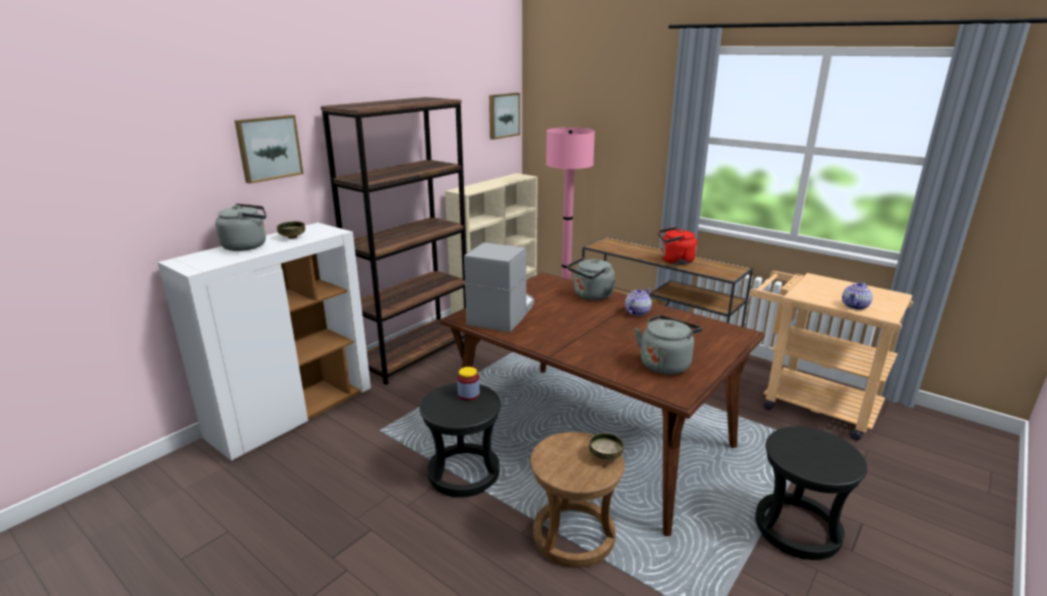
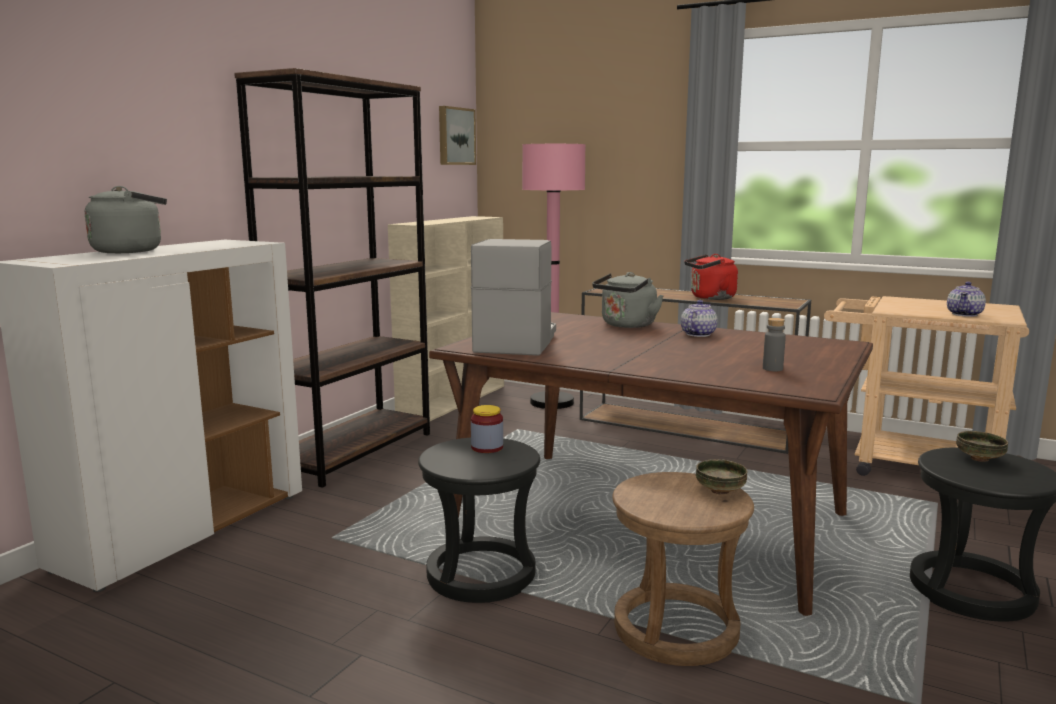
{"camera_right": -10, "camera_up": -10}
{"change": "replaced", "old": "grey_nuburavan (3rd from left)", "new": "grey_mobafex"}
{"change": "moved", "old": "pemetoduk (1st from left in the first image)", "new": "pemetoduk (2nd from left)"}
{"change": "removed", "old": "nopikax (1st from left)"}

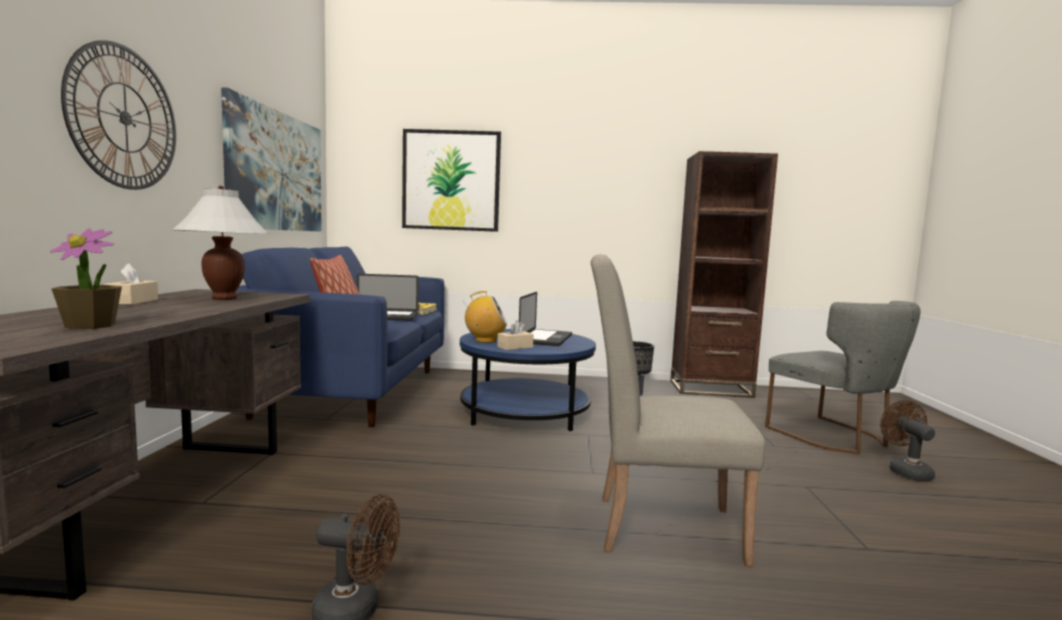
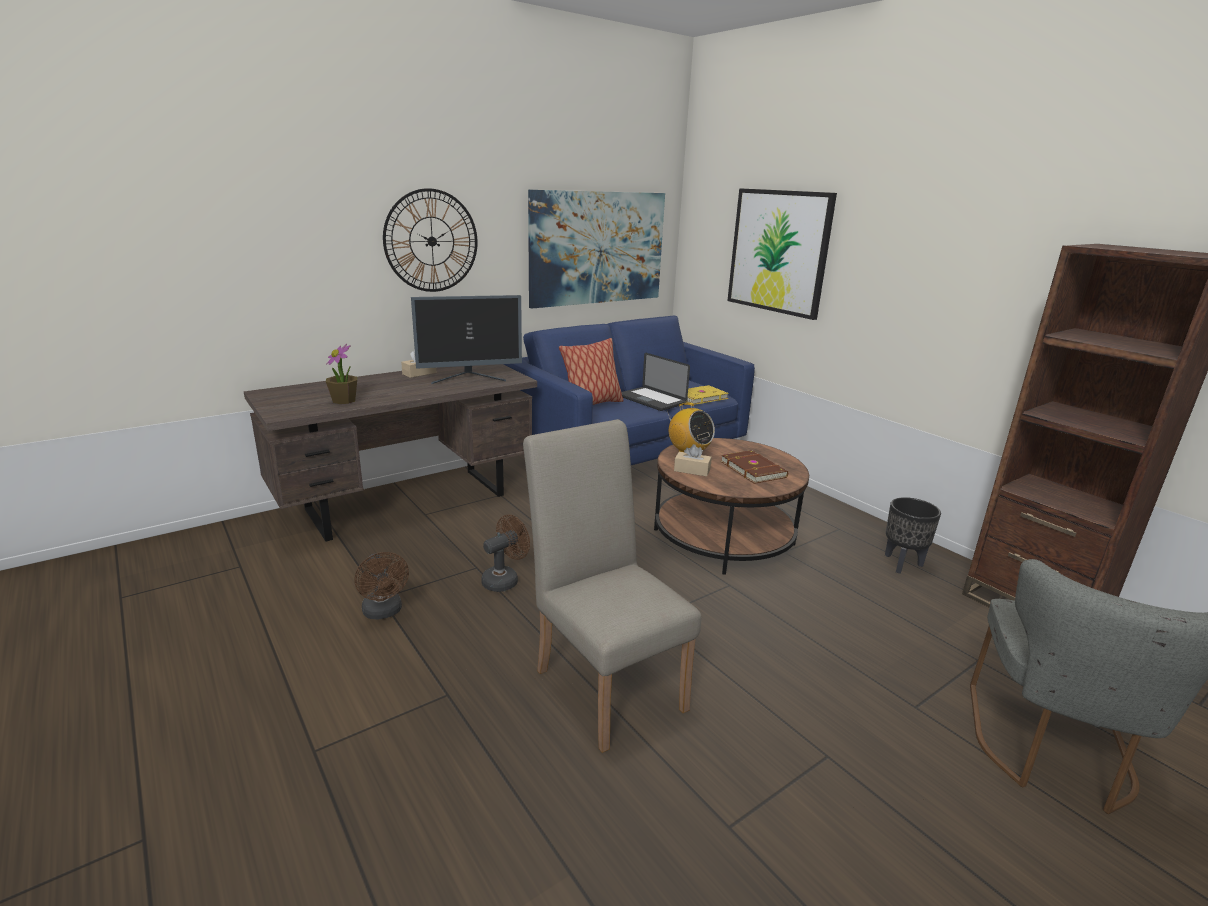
{"camera_right": 50, "camera_up": 15}
{"change": "replaced", "old": "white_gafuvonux", "new": "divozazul"}
{"change": "moved", "old": "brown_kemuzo (2nd from left)"}
{"change": "recoloured", "old": "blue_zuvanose", "new": "brown_zuvanose"}
{"change": "replaced", "old": "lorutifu (2nd from left)", "new": "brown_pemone"}

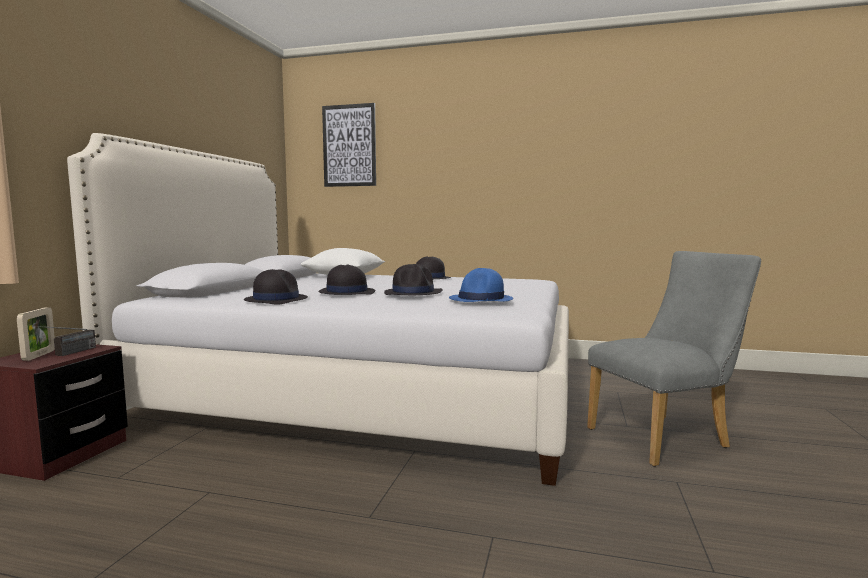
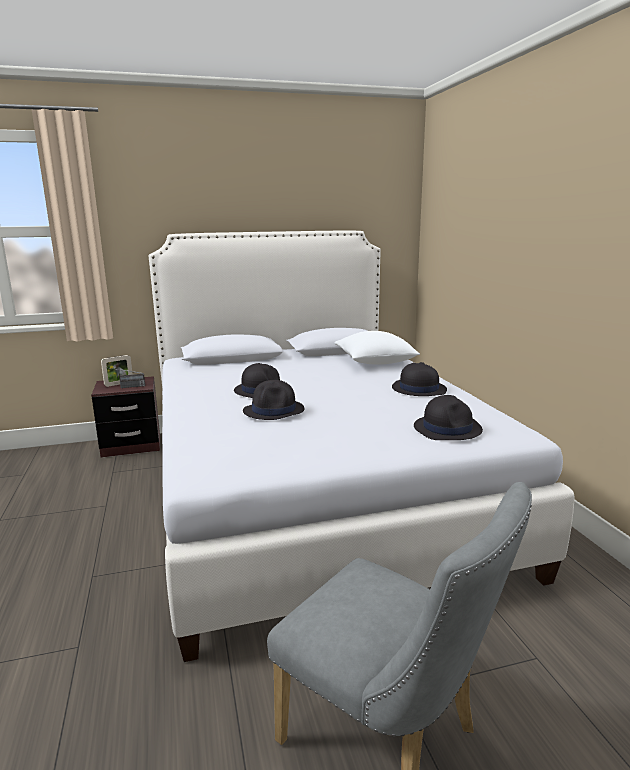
{"camera_right": 60, "camera_up": 10}
{"change": "moved", "old": "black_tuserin (1st from left in the first image)", "new": "black_tuserin (4th from left)"}
{"change": "removed", "old": "nopikax"}
{"change": "removed", "old": "blue_tuserin"}

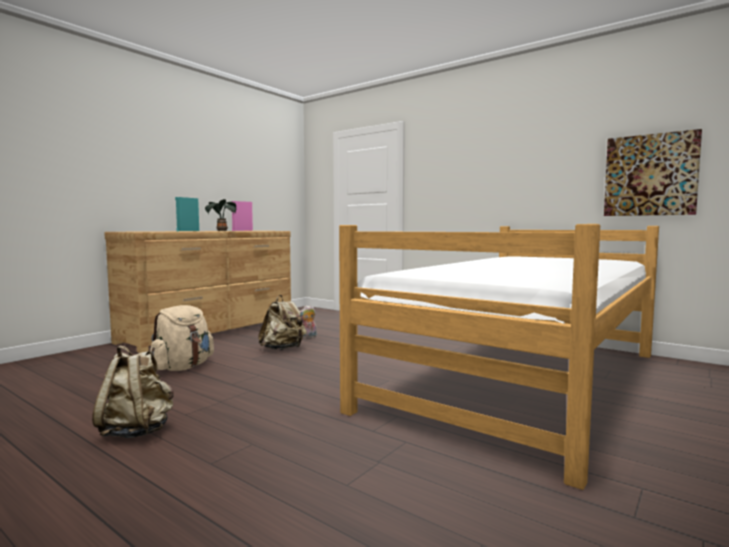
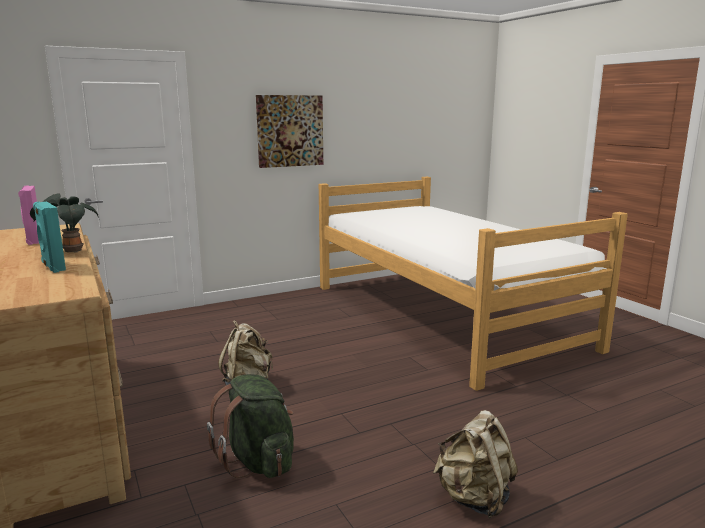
{"camera_right": -65, "camera_up": 10}
{"change": "recoloured", "old": "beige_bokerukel (2nd from left)", "new": "green_bokerukel"}
{"change": "moved", "old": "nopikax"}
{"change": "removed", "old": "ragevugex"}

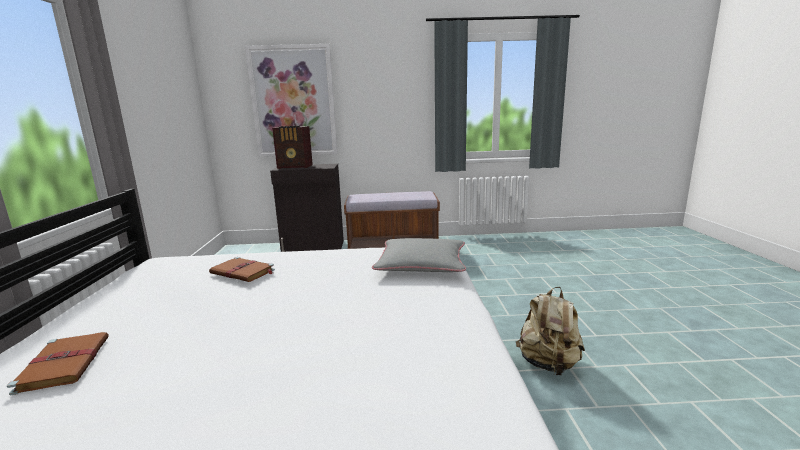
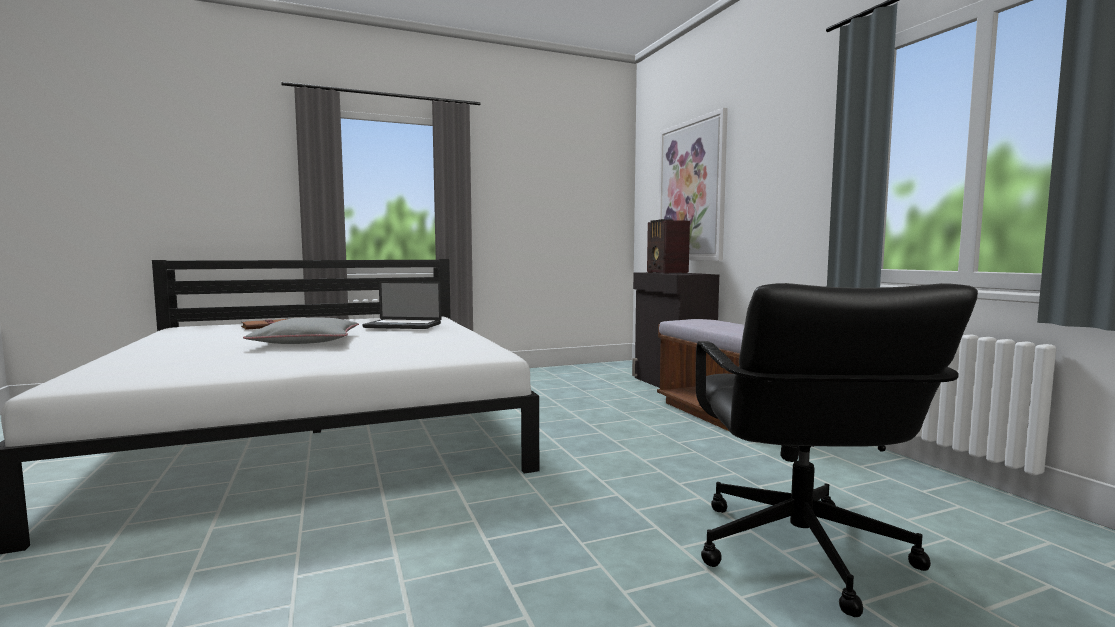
{"camera_right": 70, "camera_up": -10}
{"change": "moved", "old": "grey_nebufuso"}
{"change": "replaced", "old": "brown_pemone (2nd from left)", "new": "lorutifu"}
{"change": "added", "new": "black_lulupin"}
{"change": "removed", "old": "beige_bokerukel"}

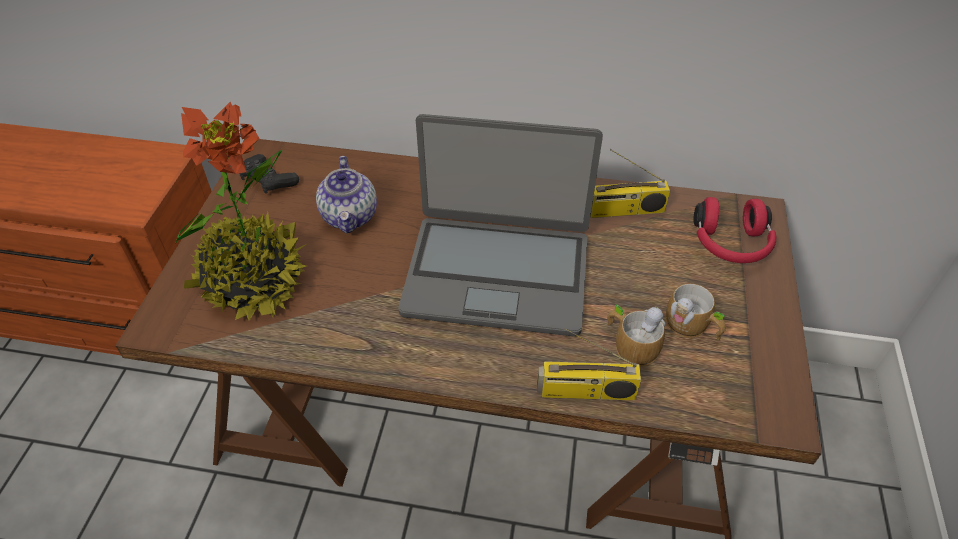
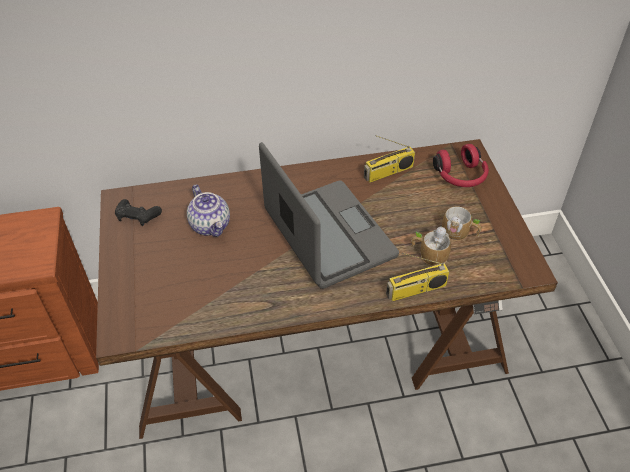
{"camera_right": -20, "camera_up": 0}
{"change": "turned", "old": "lorutifu", "degrees": -105}
{"change": "removed", "old": "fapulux"}

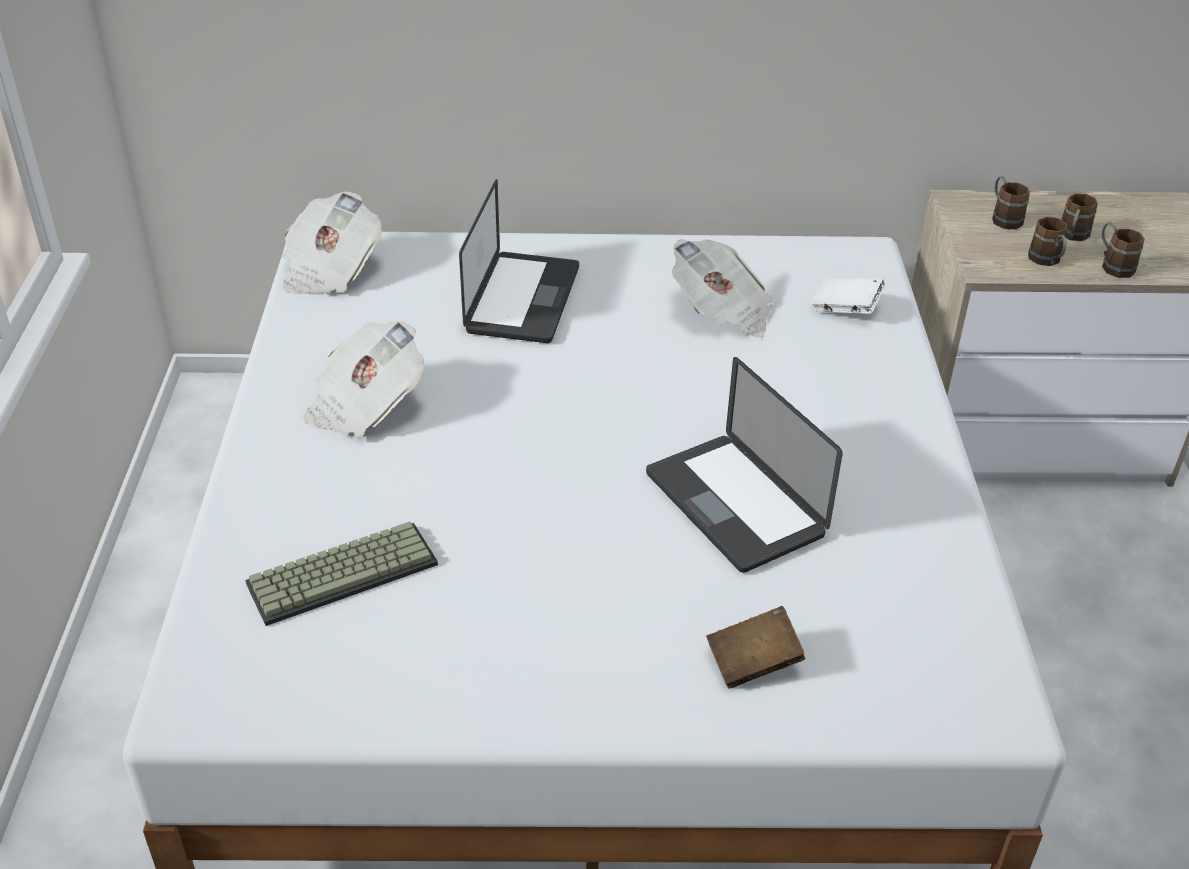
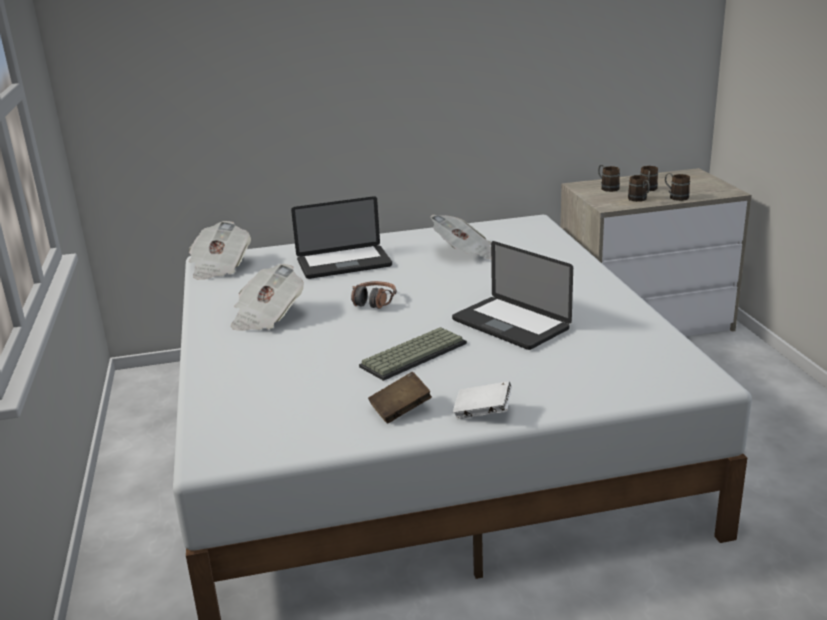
{"camera_right": -10, "camera_up": -15}
{"change": "turned", "old": "lorutifu (1st from left)", "degrees": 75}
{"change": "added", "new": "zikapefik"}
{"change": "moved", "old": "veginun"}
{"change": "moved", "old": "brown_pemone"}
{"change": "moved", "old": "white_pemone"}

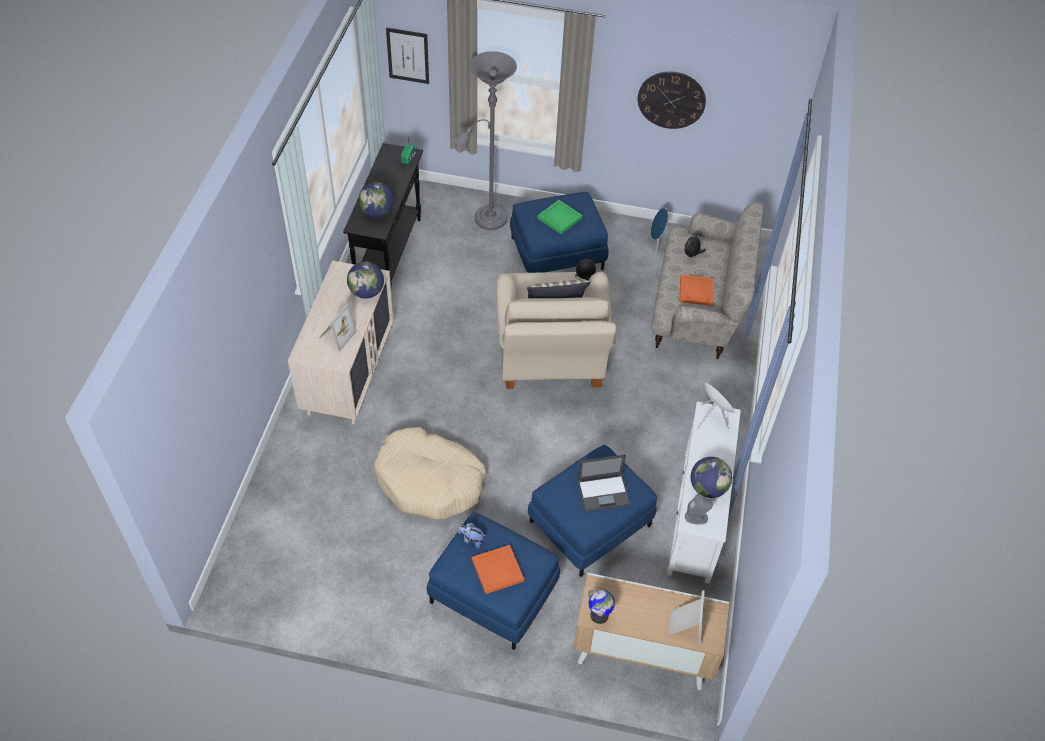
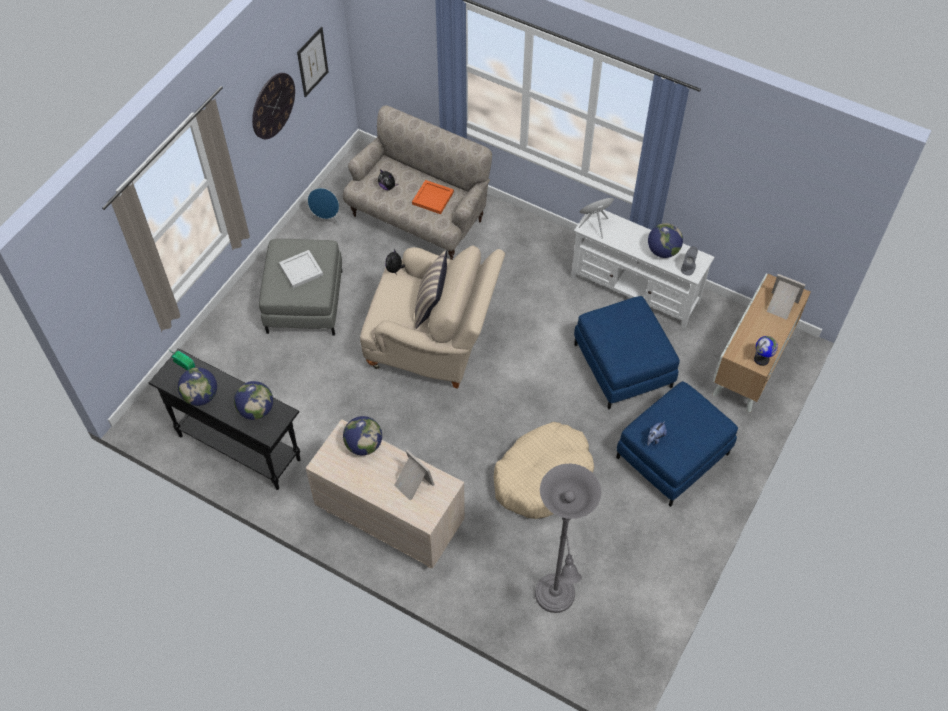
{"camera_right": -70, "camera_up": 5}
{"change": "added", "new": "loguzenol (1st from left)"}
{"change": "recoloured", "old": "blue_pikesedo (2nd from left)", "new": "grey_pikesedo"}
{"change": "recoloured", "old": "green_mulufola", "new": "white_mulufola"}
{"change": "moved", "old": "nopikax"}
{"change": "moved", "old": "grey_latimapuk"}
{"change": "removed", "old": "orange_mulufola (1st from left)"}
{"change": "removed", "old": "lorutifu"}

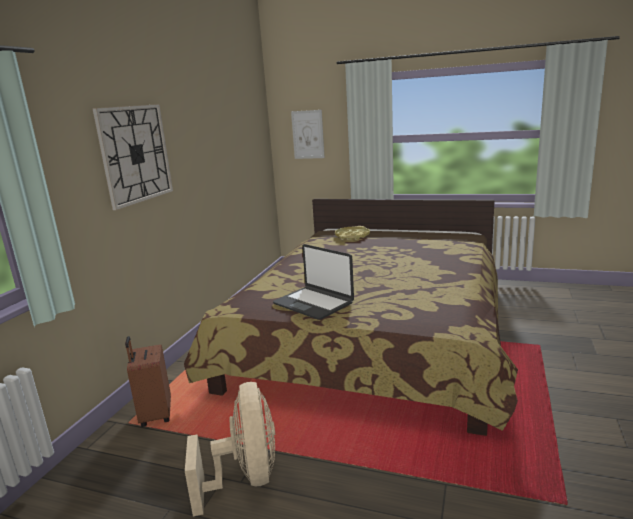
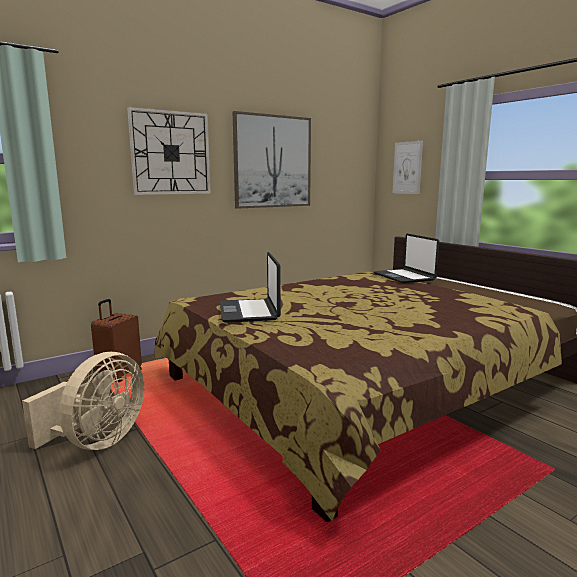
{"camera_right": 35, "camera_up": -5}
{"change": "added", "new": "nopikax (1st from left)"}
{"change": "replaced", "old": "yellow_mulufola", "new": "lorutifu (2nd from left)"}

